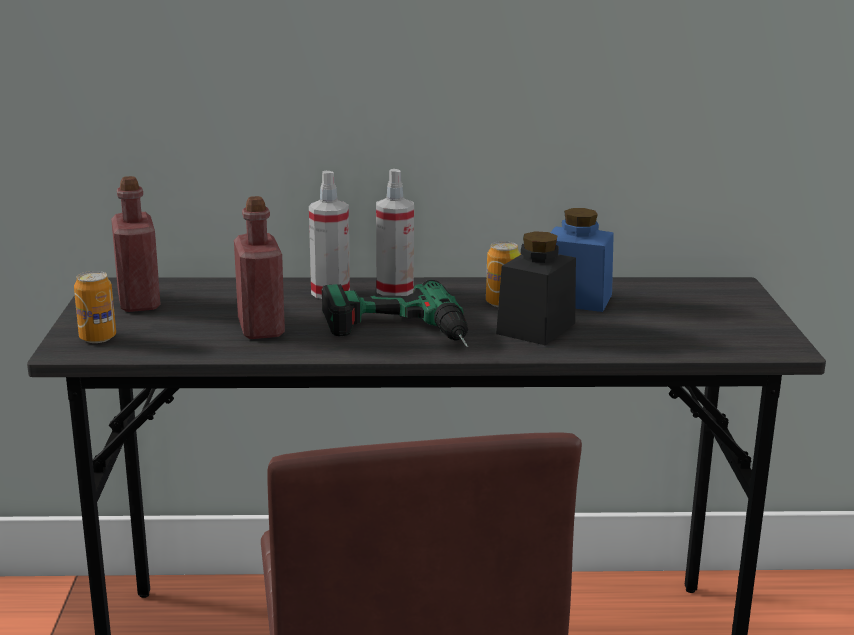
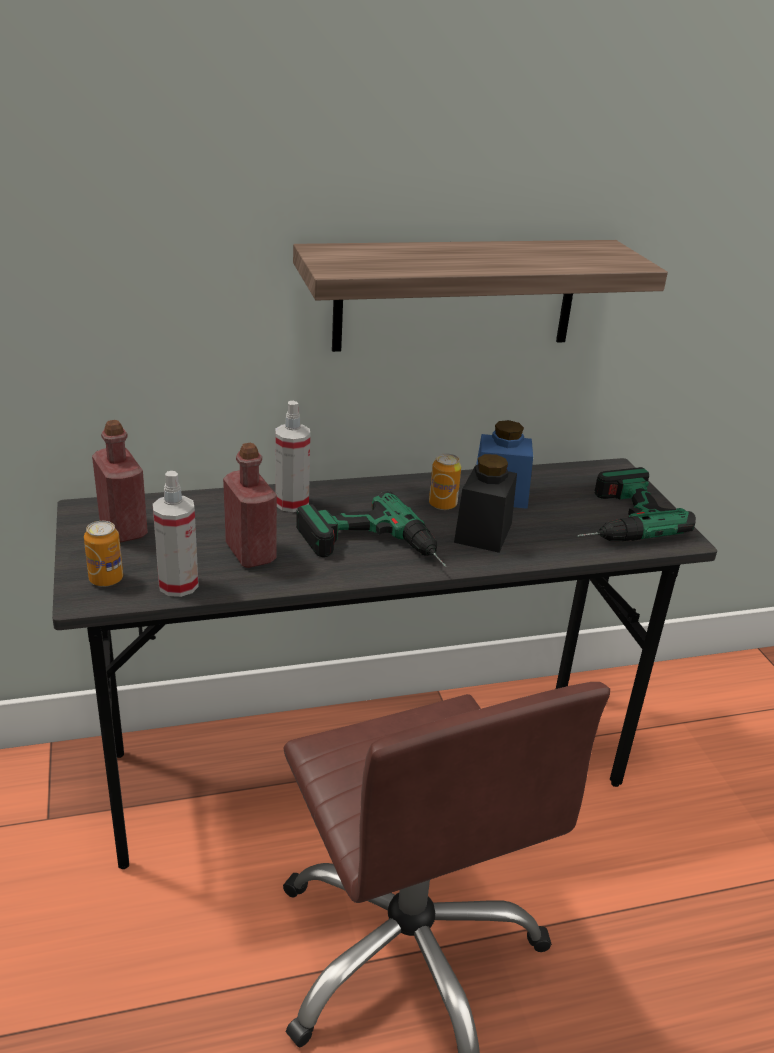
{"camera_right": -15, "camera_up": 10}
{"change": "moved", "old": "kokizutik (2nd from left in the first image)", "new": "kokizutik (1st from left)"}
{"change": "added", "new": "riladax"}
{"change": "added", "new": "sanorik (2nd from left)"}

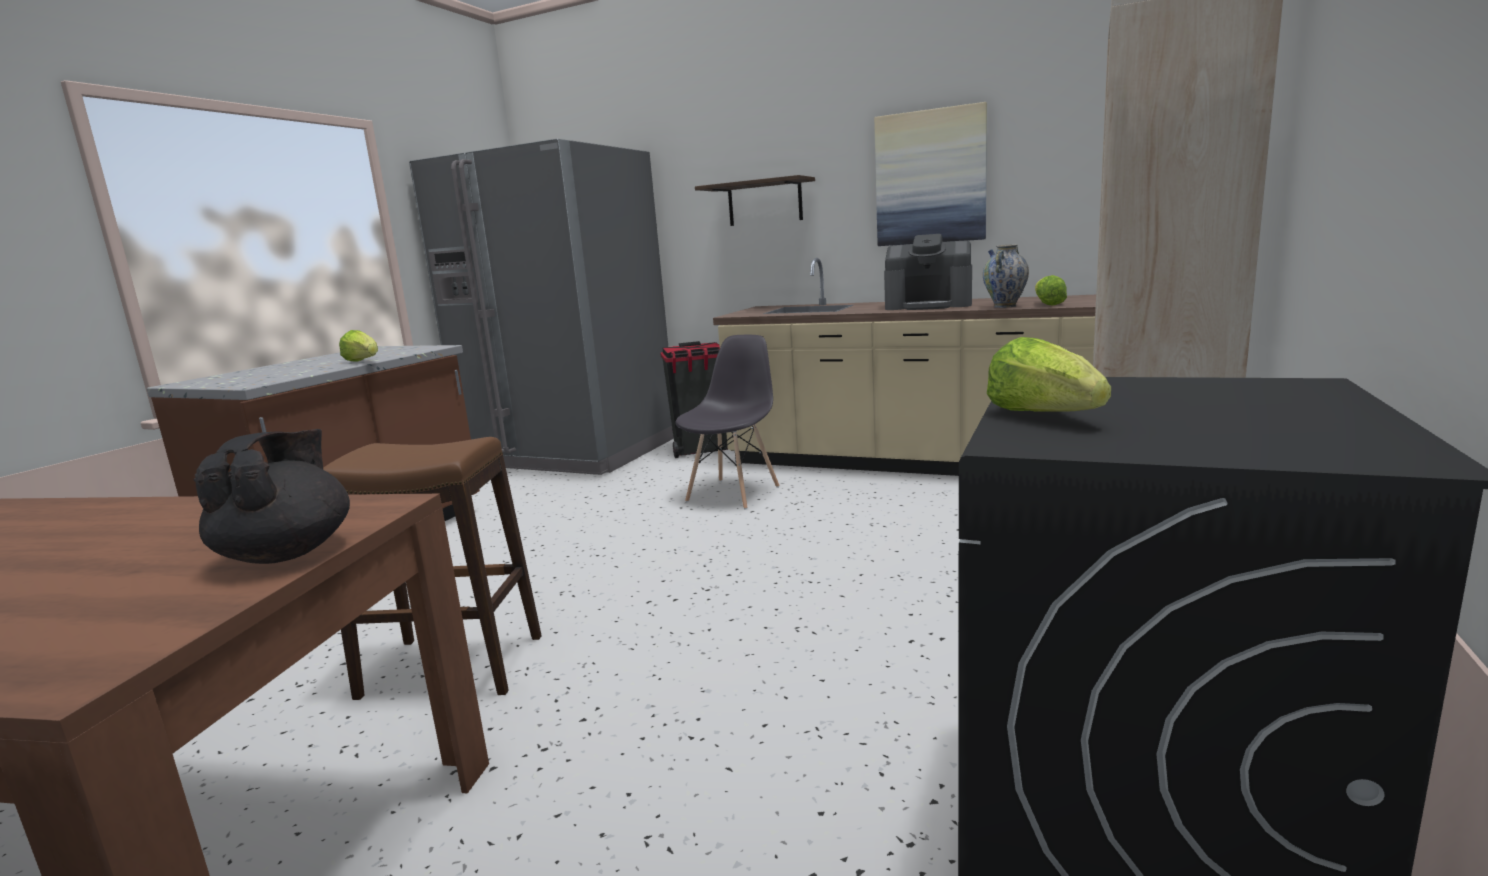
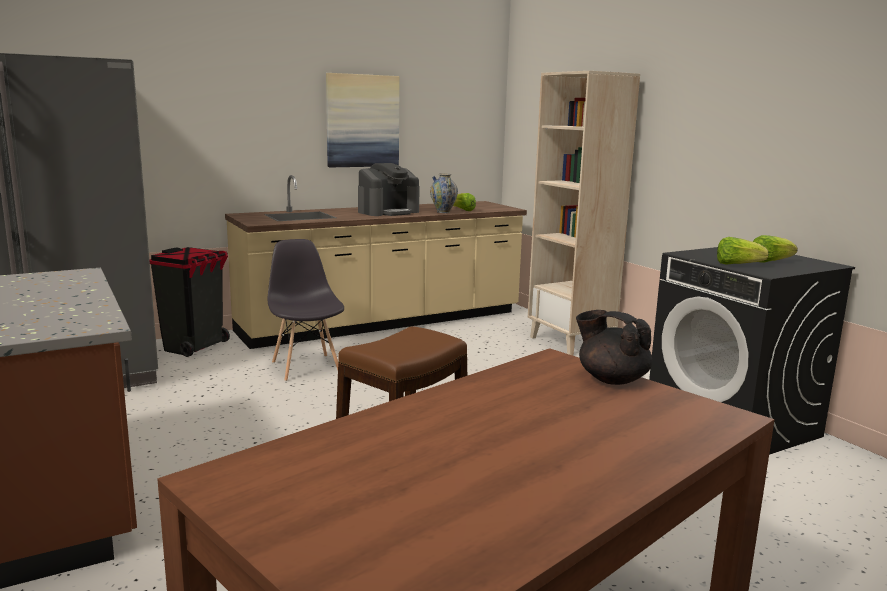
{"camera_right": -55, "camera_up": 0}
{"change": "moved", "old": "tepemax (1st from left in the first image)", "new": "tepemax (3rd from left)"}
{"change": "removed", "old": "riladax"}

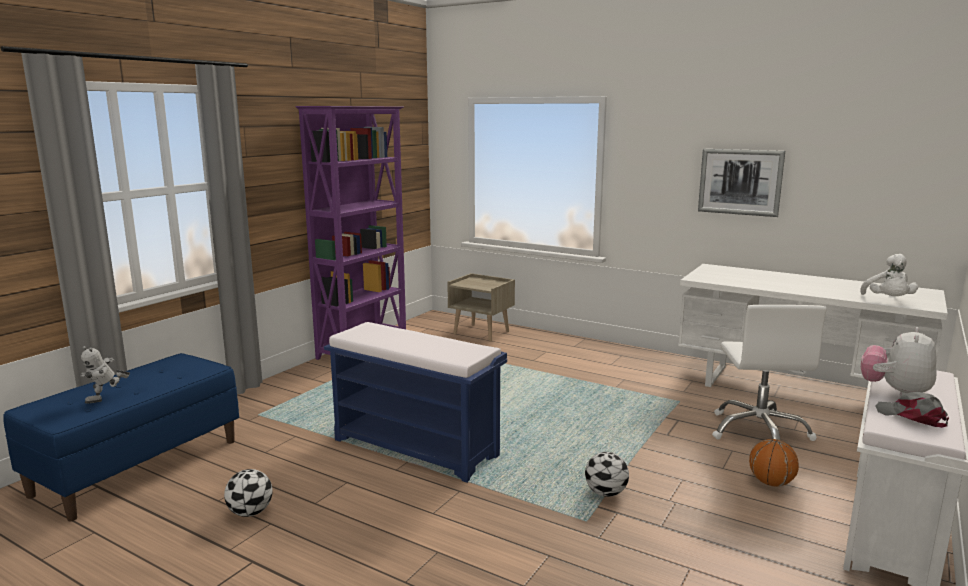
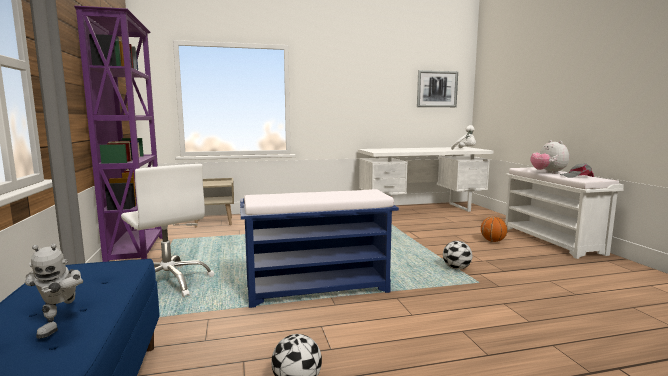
{"camera_right": -45, "camera_up": -5}
{"change": "moved", "old": "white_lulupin"}
{"change": "moved", "old": "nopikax"}

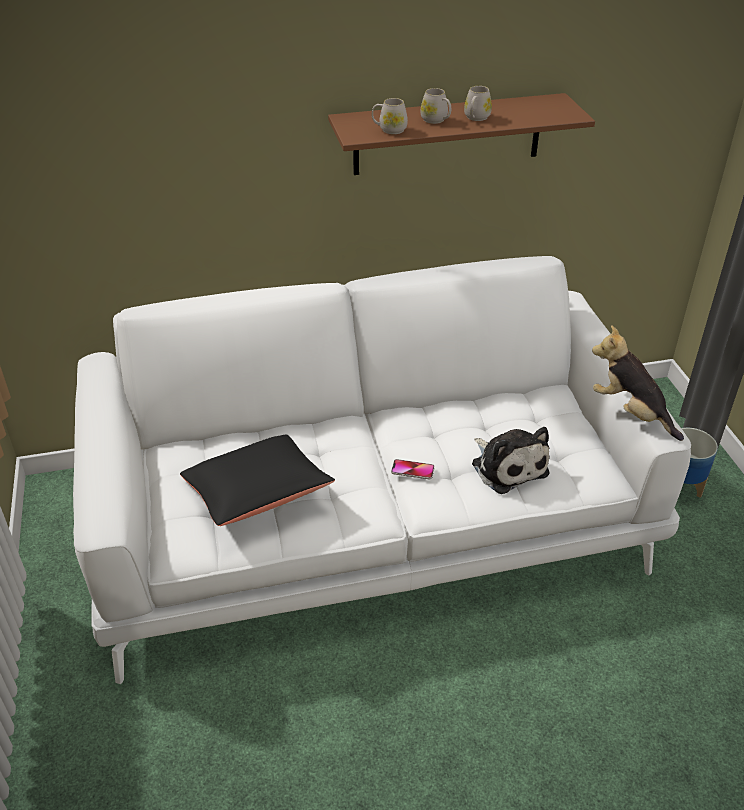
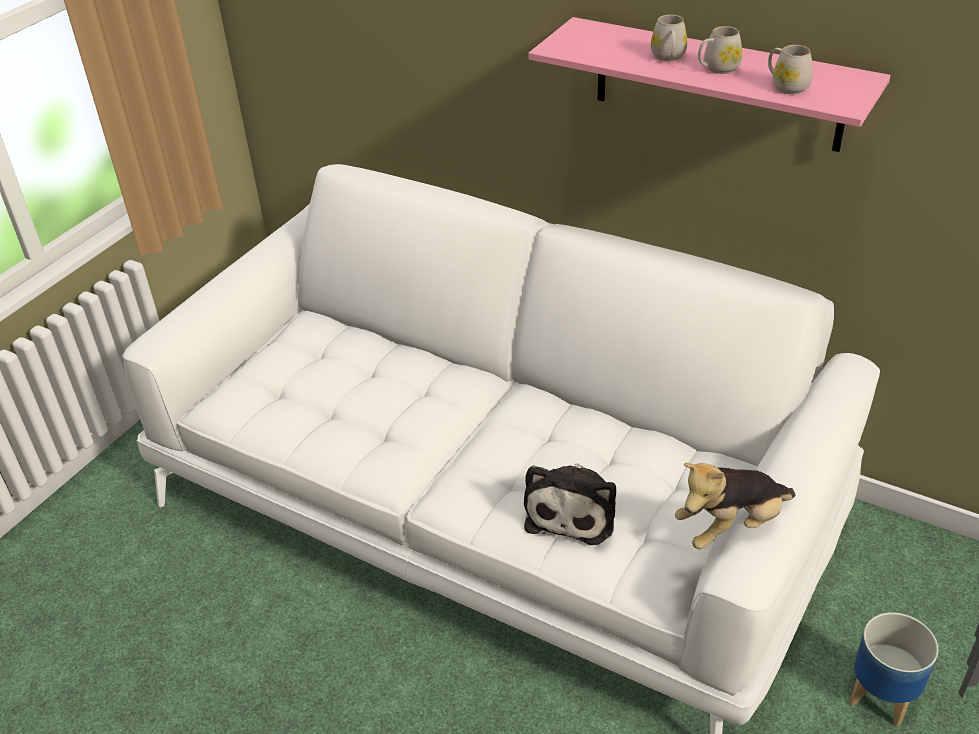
{"camera_right": 45, "camera_up": 0}
{"change": "recoloured", "old": "brown_riladax", "new": "pink_riladax"}
{"change": "turned", "old": "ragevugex (2nd from left)", "degrees": -120}
{"change": "moved", "old": "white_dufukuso (1st from left in the first image)", "new": "white_dufukuso (3rd from left)"}
{"change": "removed", "old": "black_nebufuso"}
{"change": "removed", "old": "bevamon"}

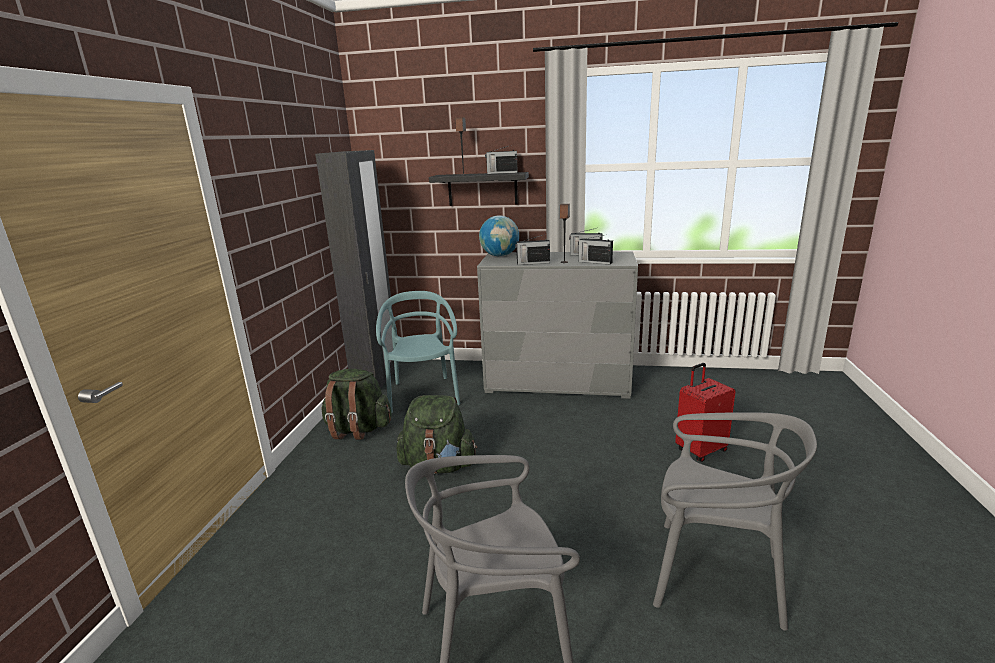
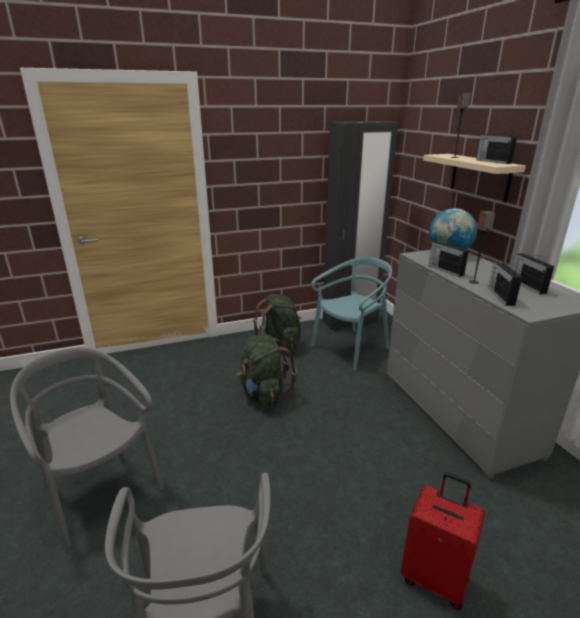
{"camera_right": 60, "camera_up": 5}
{"change": "recoloured", "old": "black_riladax", "new": "beige_riladax"}

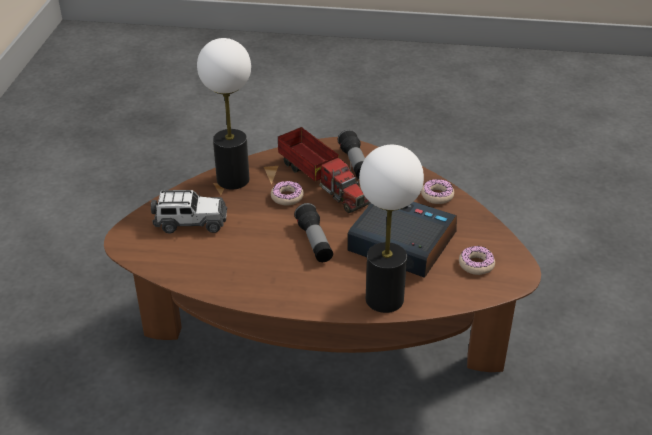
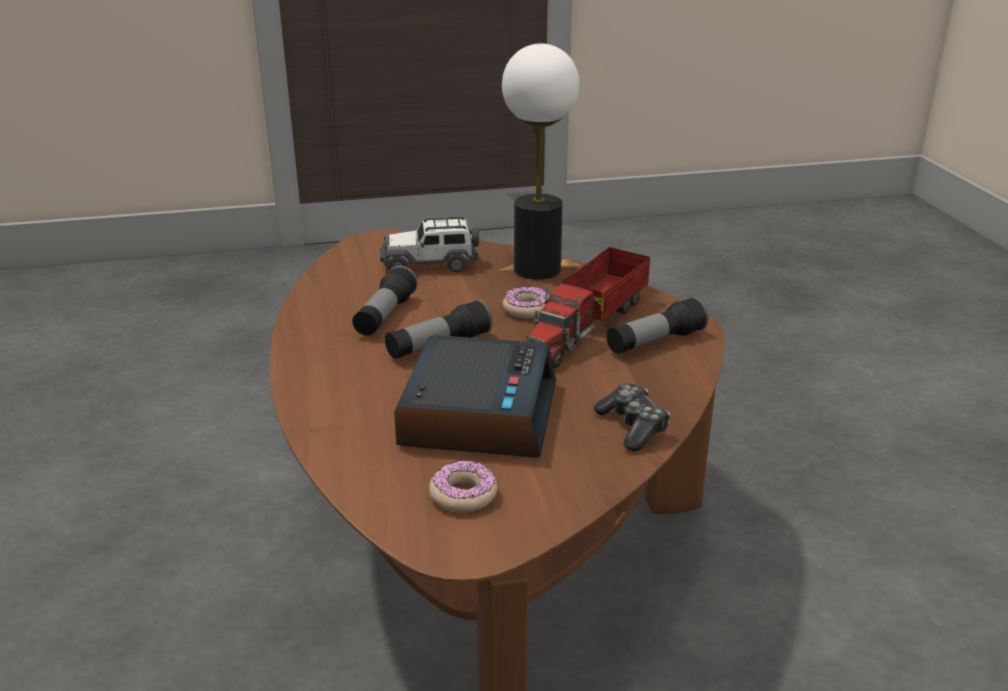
{"camera_right": 70, "camera_up": -10}
{"change": "added", "new": "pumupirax (1st from left)"}
{"change": "turned", "old": "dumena", "degrees": 105}
{"change": "replaced", "old": "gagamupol (2nd from left)", "new": "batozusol"}
{"change": "removed", "old": "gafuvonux (2nd from left)"}

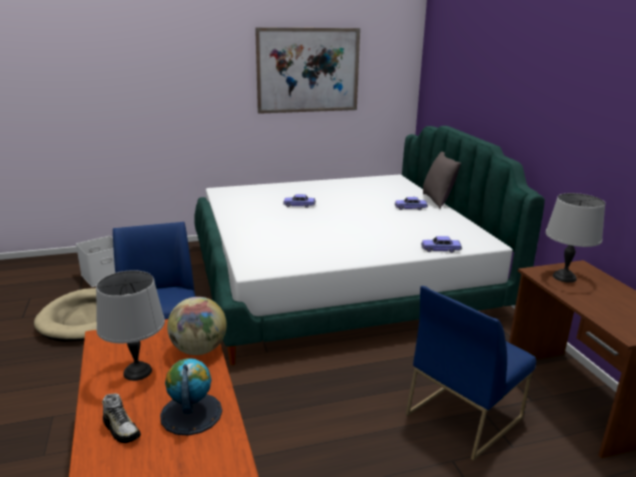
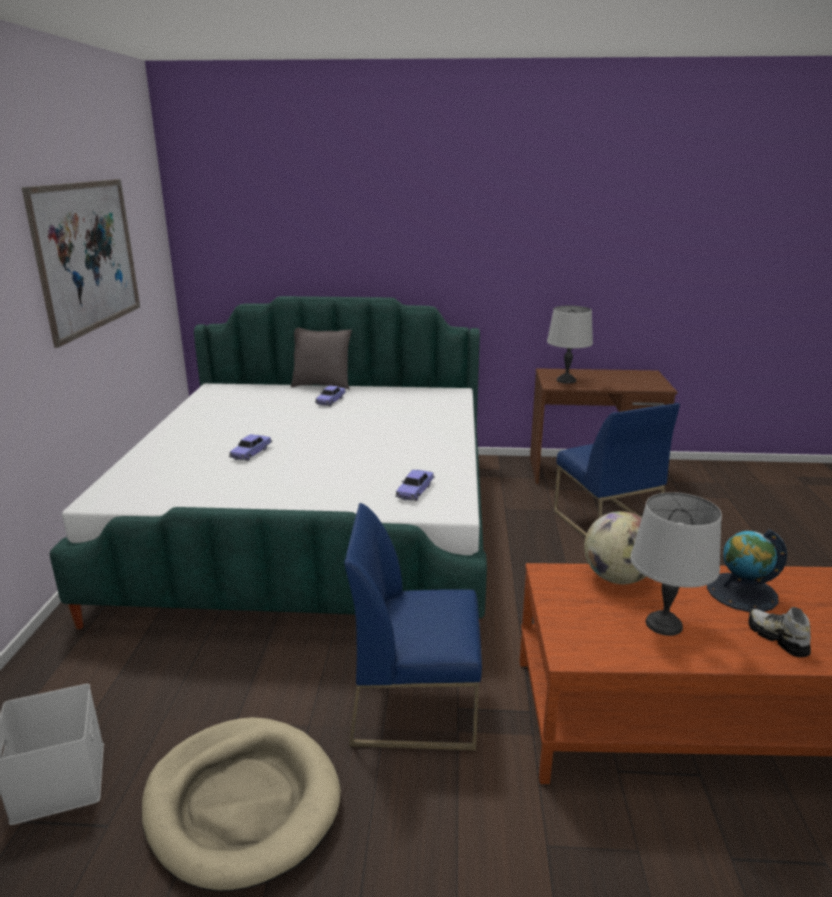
{"camera_right": -70, "camera_up": 0}
{"change": "moved", "old": "dumena (3rd from left)"}
{"change": "turned", "old": "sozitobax", "degrees": -90}

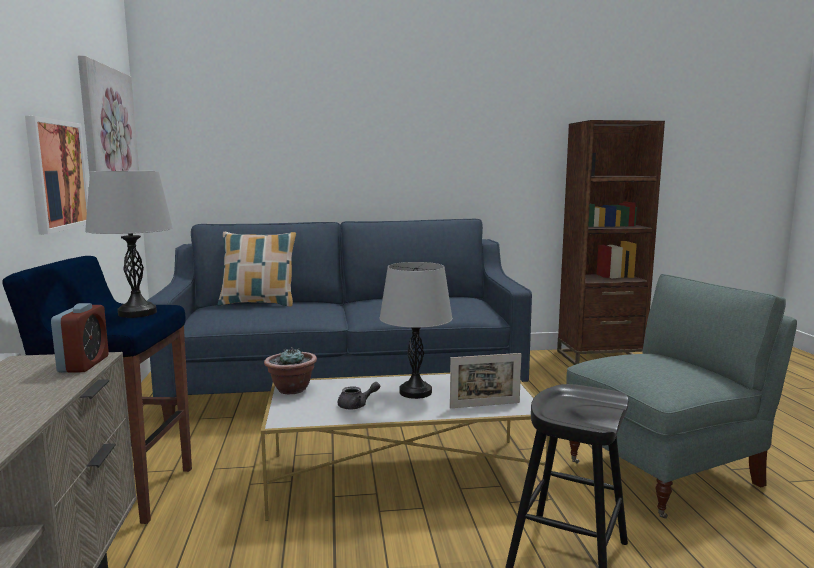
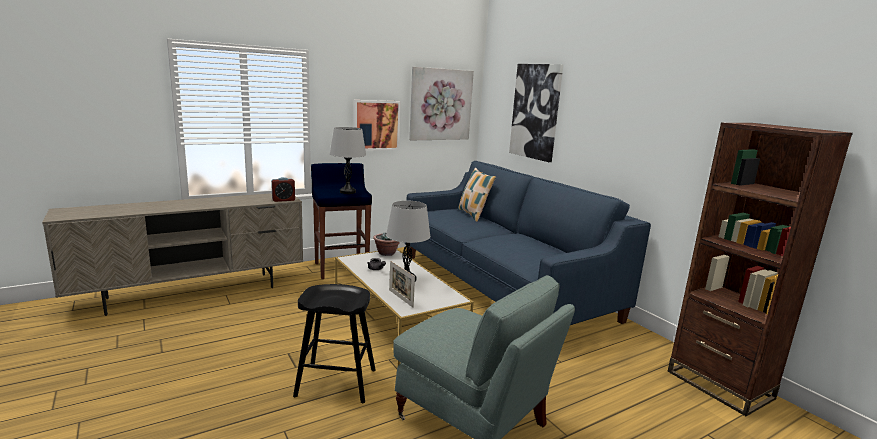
{"camera_right": 65, "camera_up": 5}
{"change": "added", "new": "nopikax (3rd from left)"}

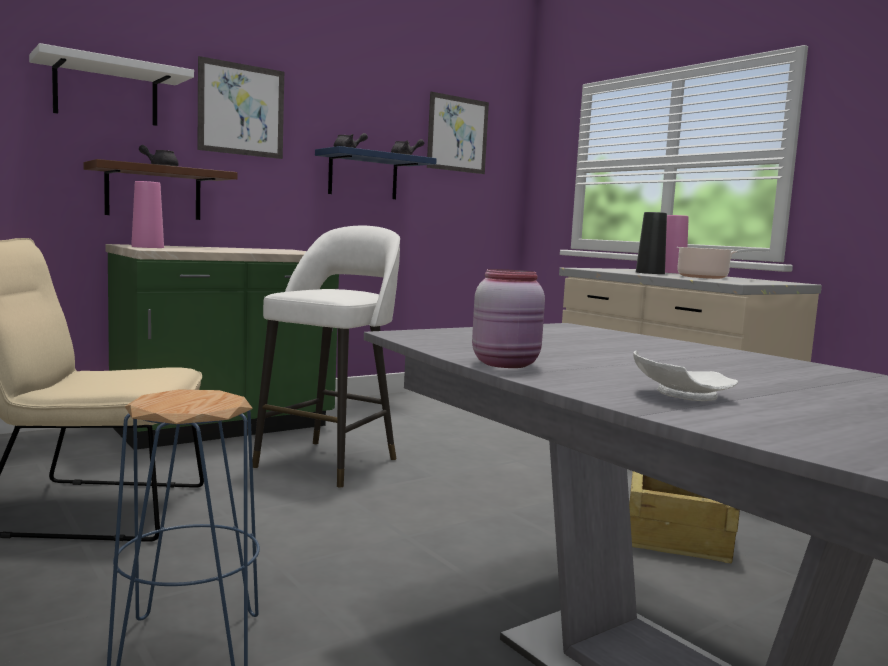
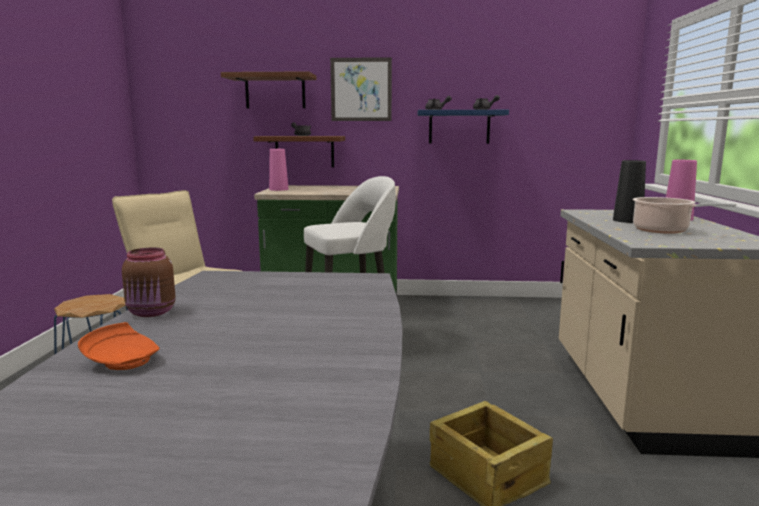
{"camera_right": 40, "camera_up": 5}
{"change": "recoloured", "old": "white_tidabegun", "new": "orange_tidabegun"}
{"change": "recoloured", "old": "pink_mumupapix", "new": "brown_mumupapix"}
{"change": "recoloured", "old": "white_riladax", "new": "brown_riladax (1st from left)"}
{"change": "removed", "old": "nopikax (2nd from left)"}

